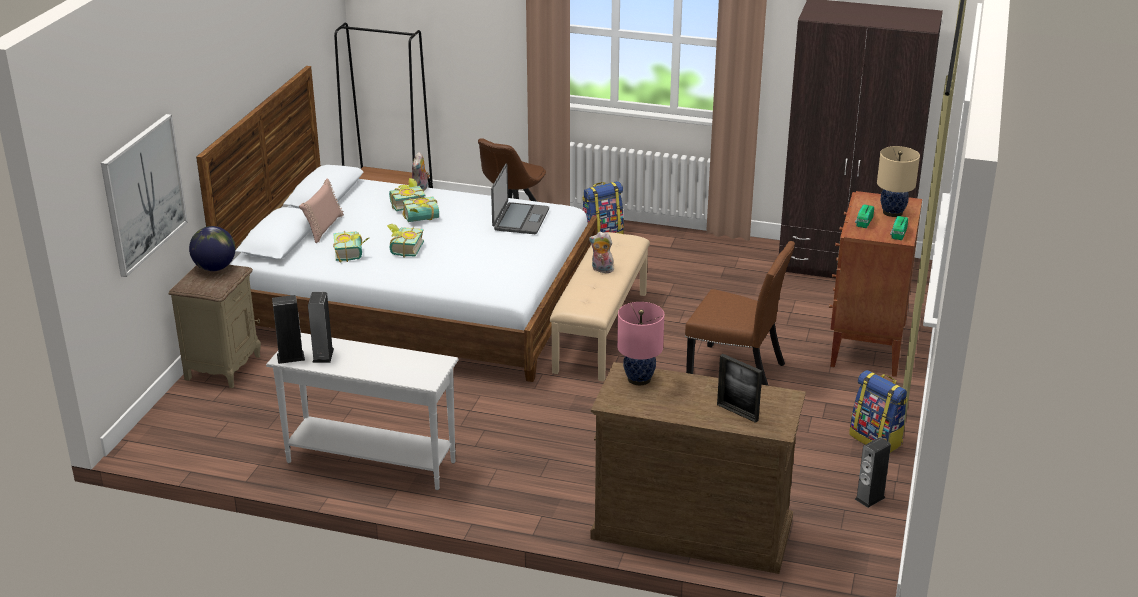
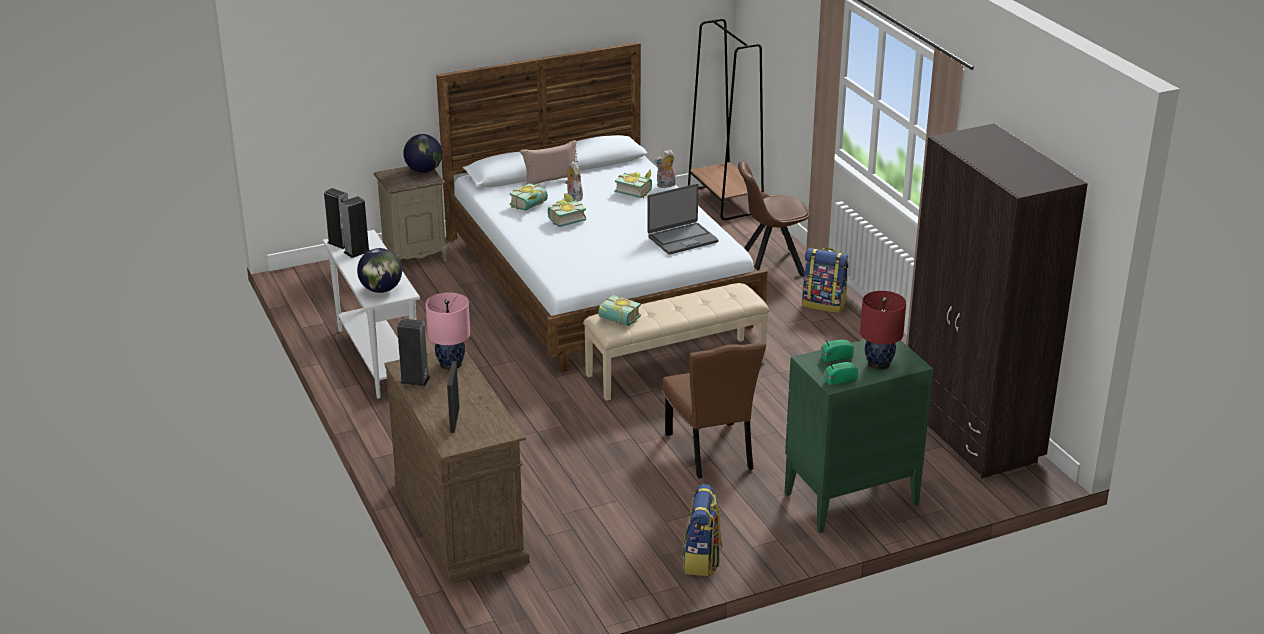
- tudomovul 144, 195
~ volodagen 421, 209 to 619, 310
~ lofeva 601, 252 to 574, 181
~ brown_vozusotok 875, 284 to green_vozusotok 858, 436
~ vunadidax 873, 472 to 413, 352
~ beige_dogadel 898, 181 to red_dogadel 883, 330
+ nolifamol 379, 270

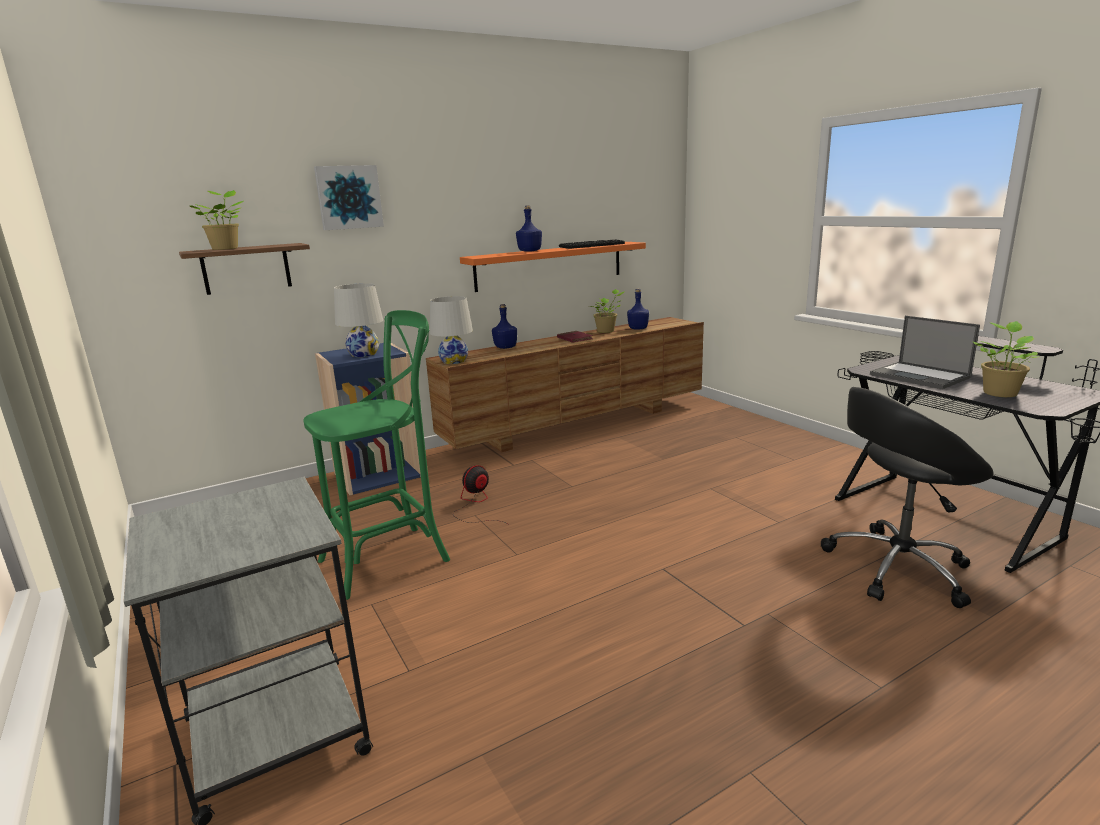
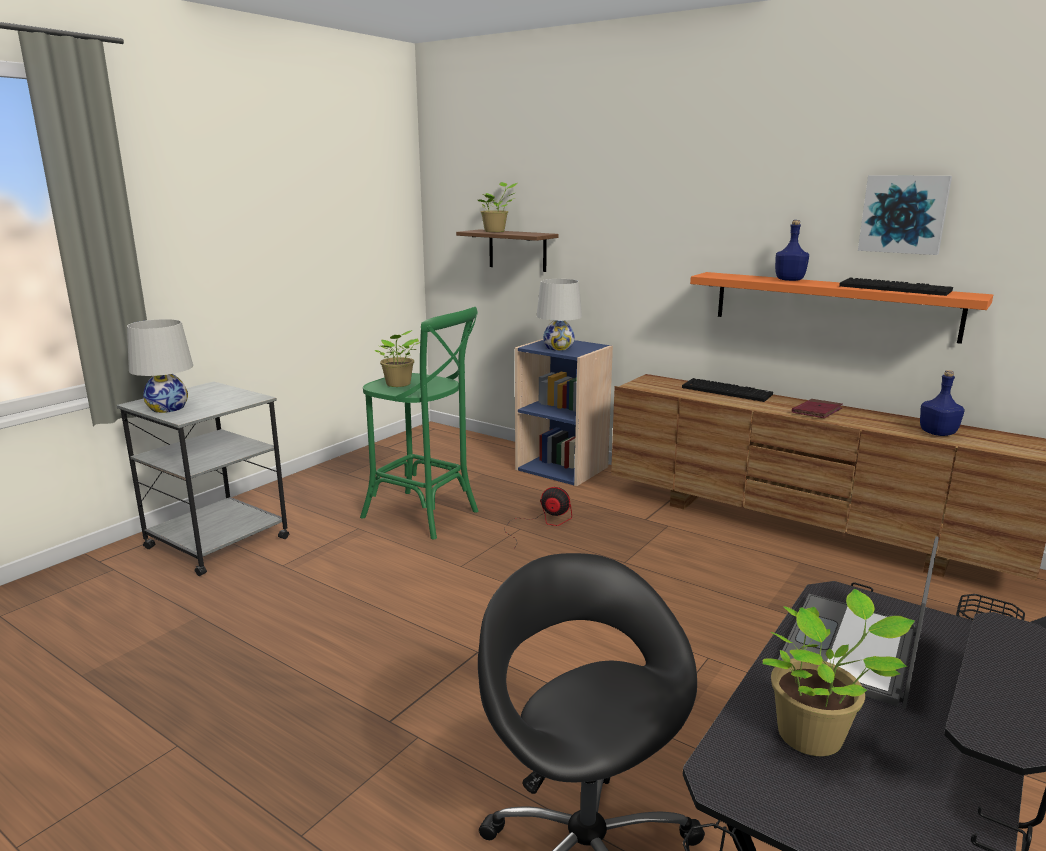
~ tudomovul 349, 197 to 905, 215
~ white_dogadel 451, 330 to 160, 366
~ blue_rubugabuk 504, 326 to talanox 727, 390
~ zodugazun 606, 311 to 397, 358

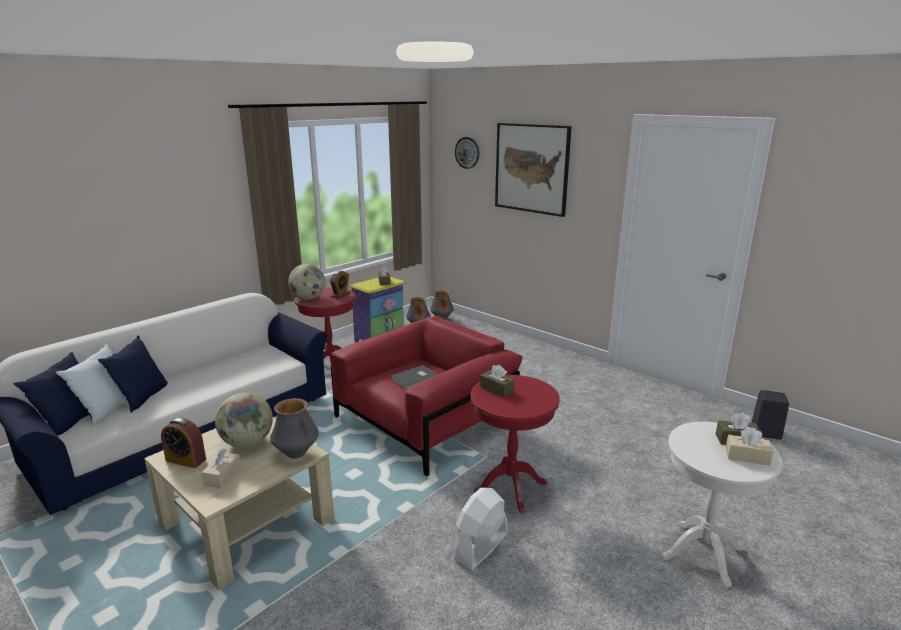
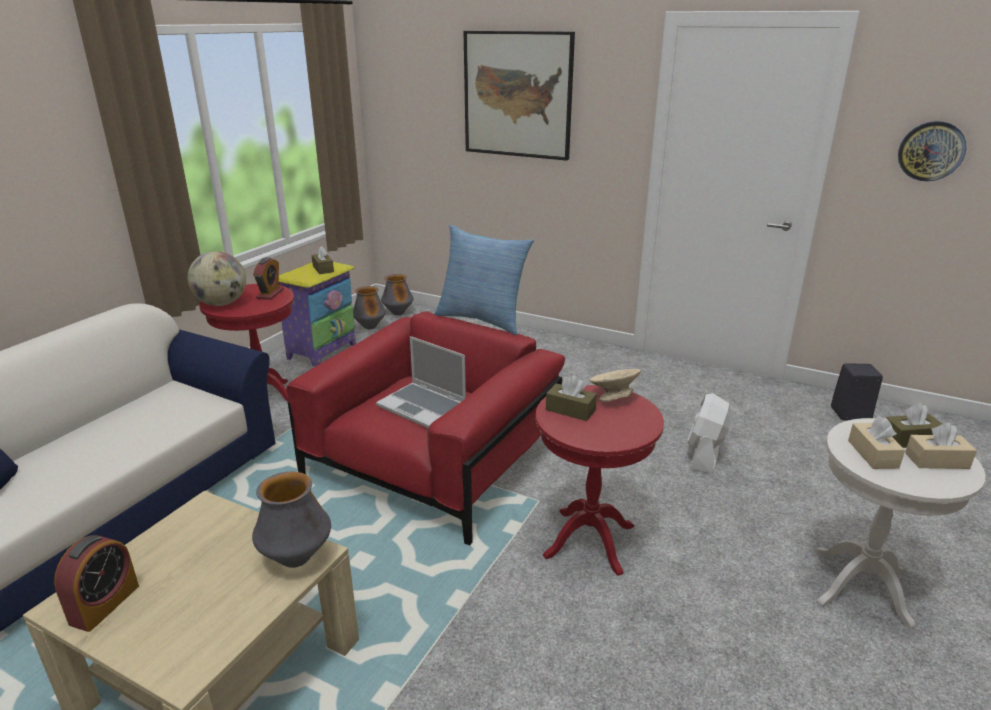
~ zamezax 183, 443 = 96, 583 75 degrees counterclockwise
~ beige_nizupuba 221, 468 to 876, 442
- nolifamol 244, 420
~ grey_volodagen 414, 377 to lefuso 421, 382
~ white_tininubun 481, 529 to 709, 433
~ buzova 467, 153 to 932, 151
+ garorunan 484, 280
+ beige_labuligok 615, 385

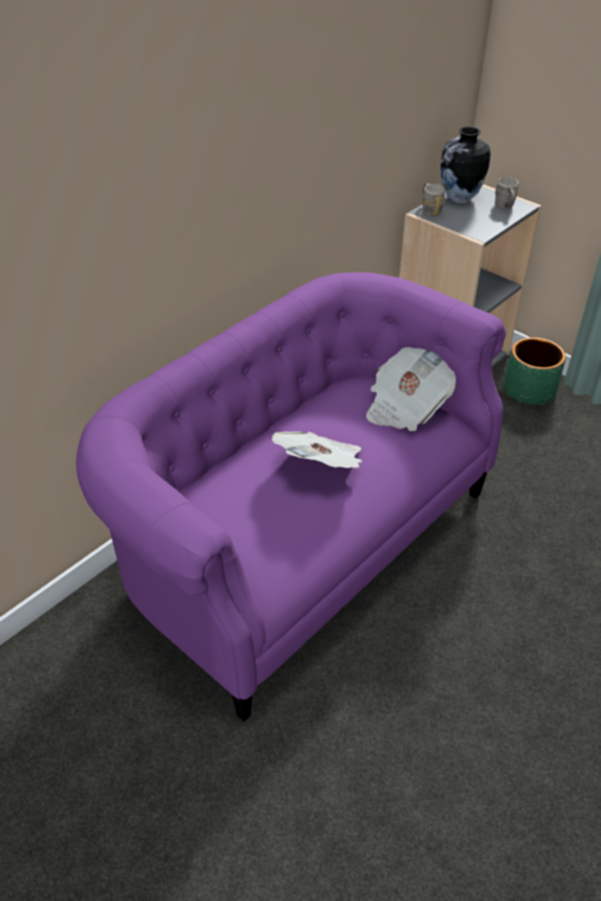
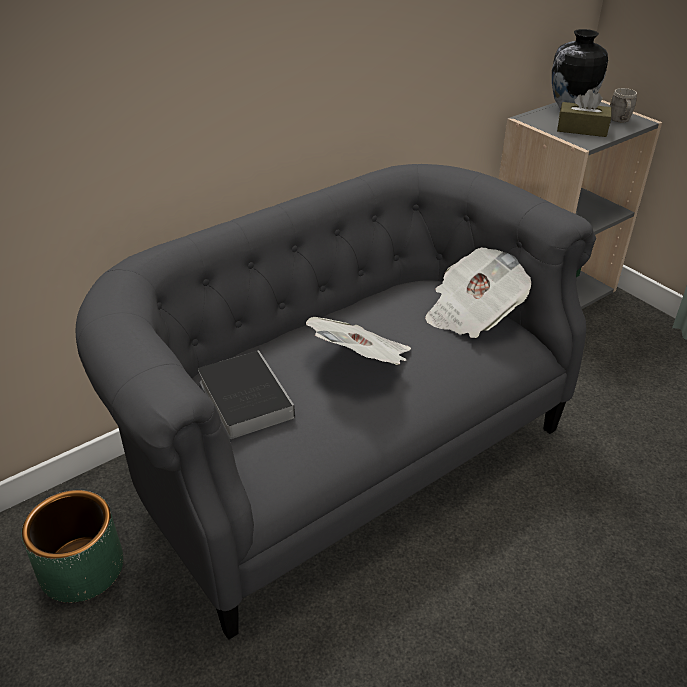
~ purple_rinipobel 291, 497 to grey_rinipobel 336, 402
- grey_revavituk 434, 199
~ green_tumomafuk 534, 371 to 72, 546
+ volodagen 246, 394
+ brown_nizupuba 584, 113

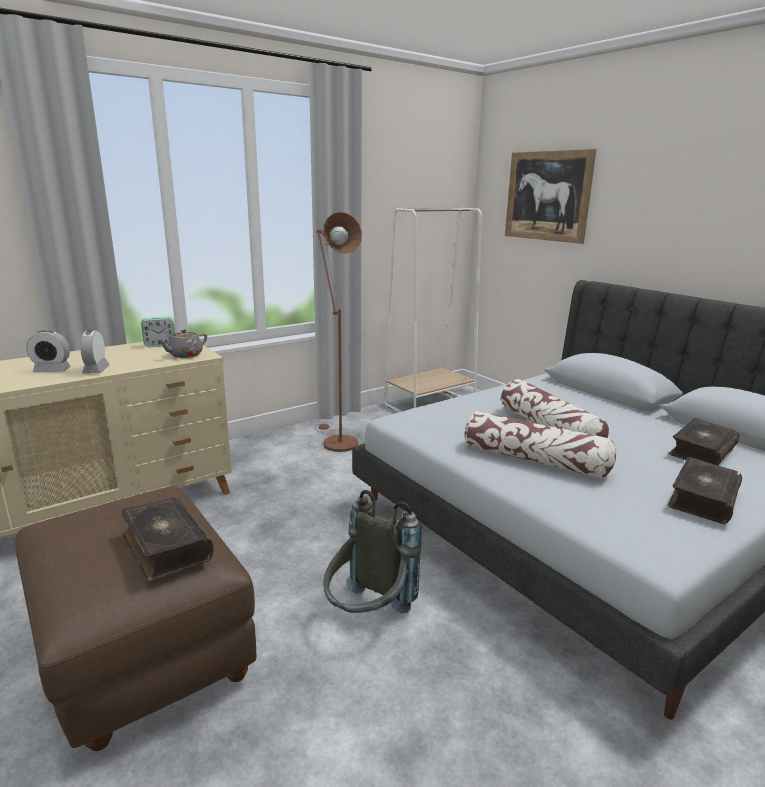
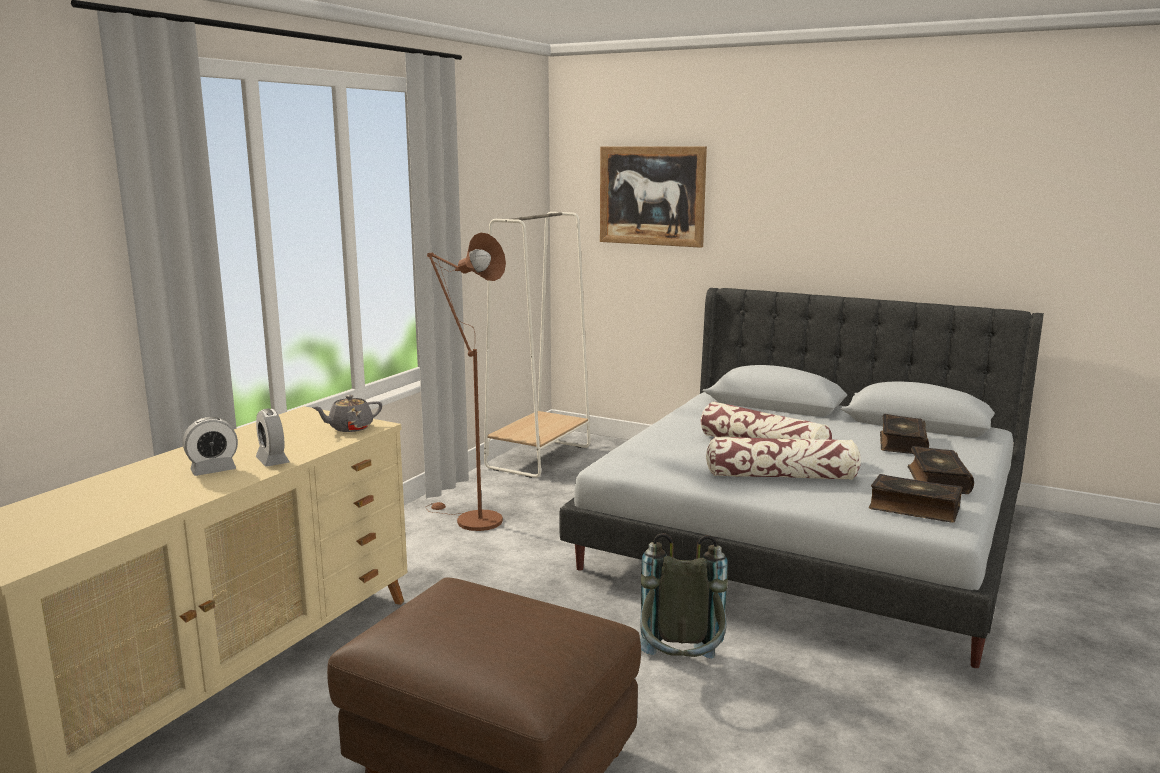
~ volodagen 167, 539 to 916, 498
- zamezax 157, 332
~ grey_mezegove 182, 343 = 347, 413 45 degrees clockwise

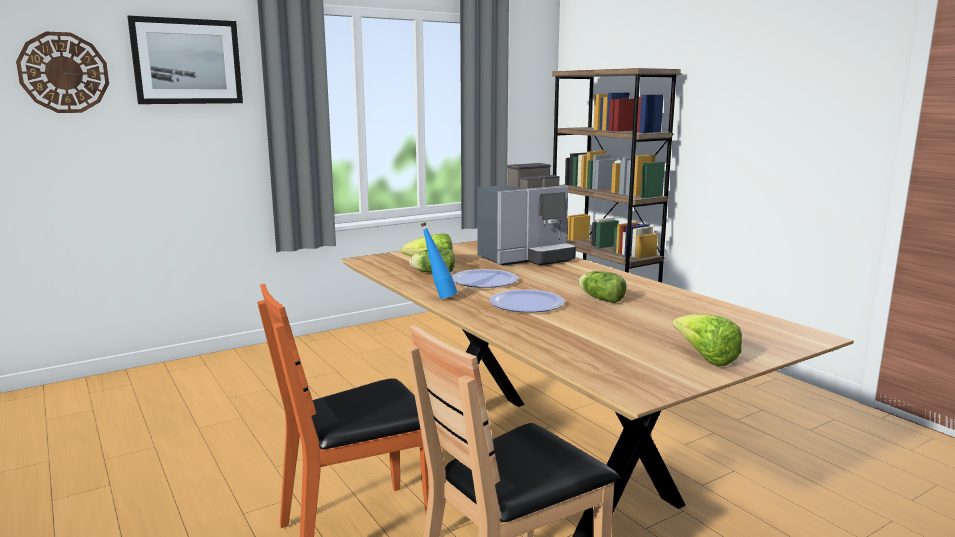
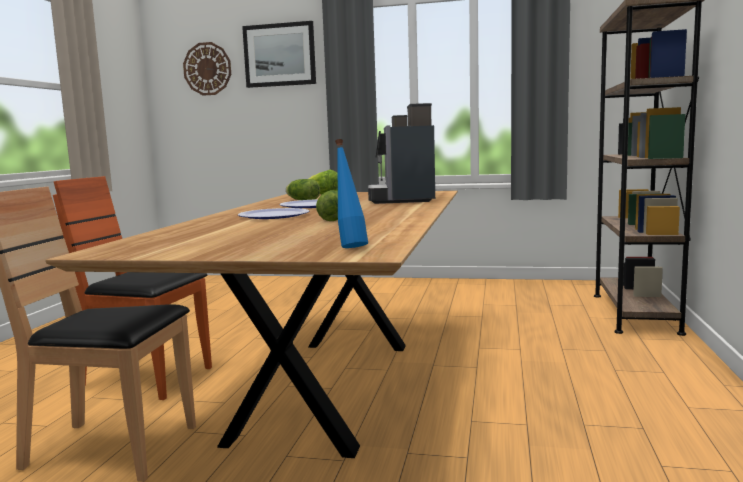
~ blue_rubugabuk 439, 260 to 351, 193
~ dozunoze 526, 214 = 401, 153 75 degrees clockwise
- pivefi 707, 340

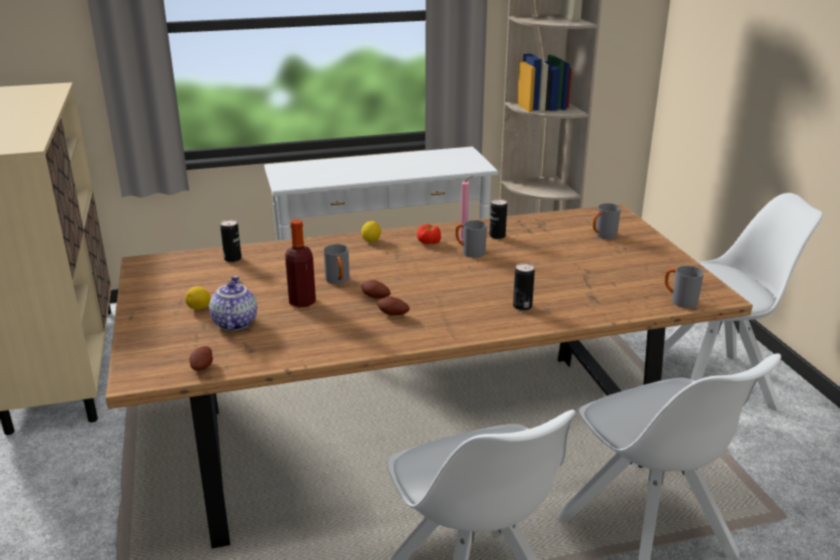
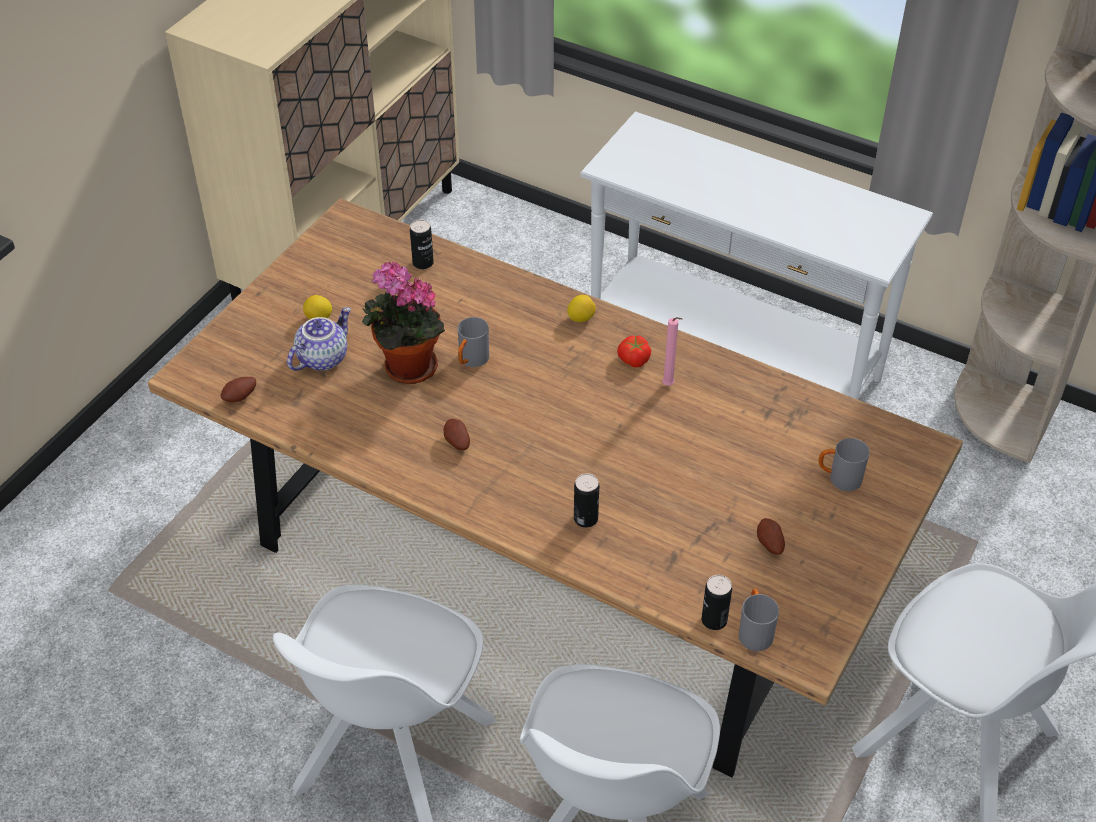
~ rubugabuk 300, 263 to zodugazun 403, 322
~ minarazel 376, 289 to 771, 536
- grey_revavituk 471, 239
~ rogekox 498, 219 to 717, 602

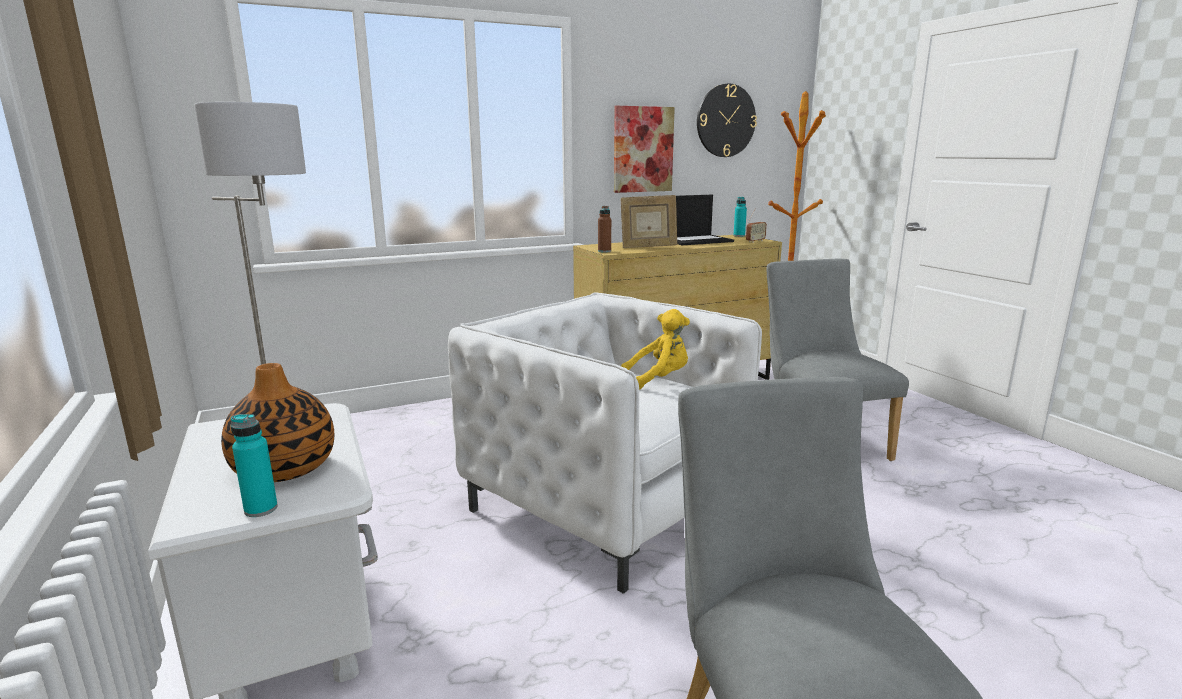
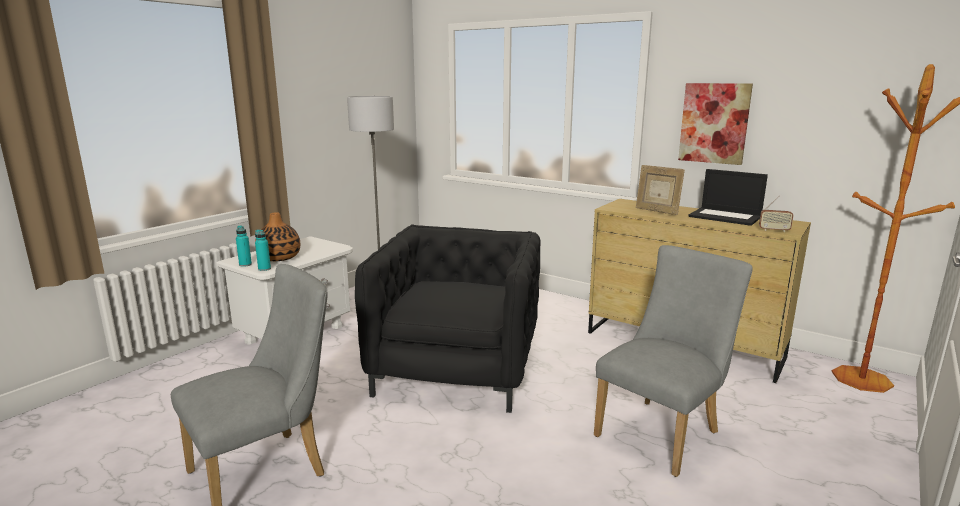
~ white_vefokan 605, 443 to black_vefokan 448, 318
- brown_rubugabuk 604, 229
- yellow_lofeva 655, 349
- buzova 727, 120
~ turquoise_rubugabuk 740, 217 to 263, 250

